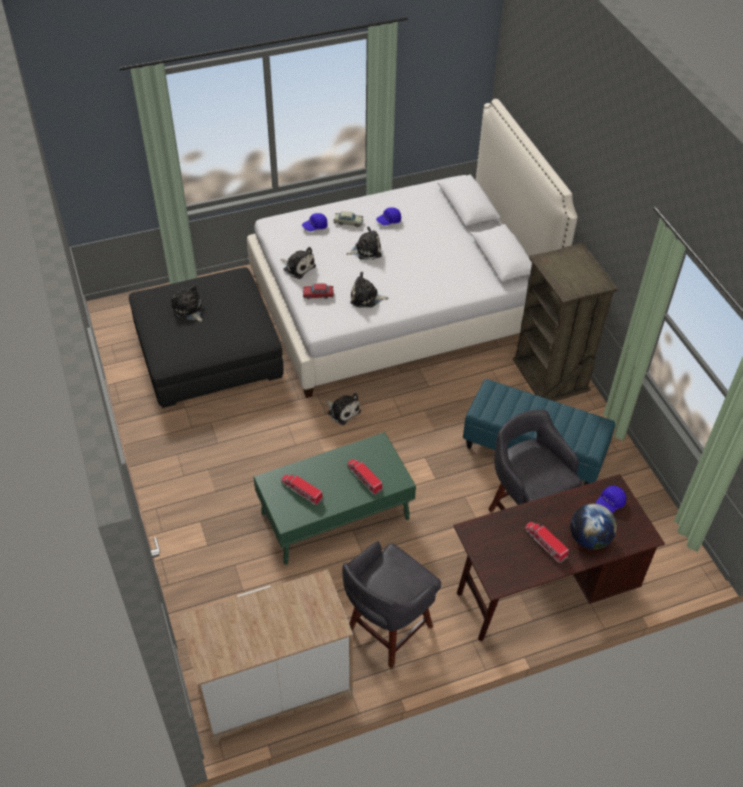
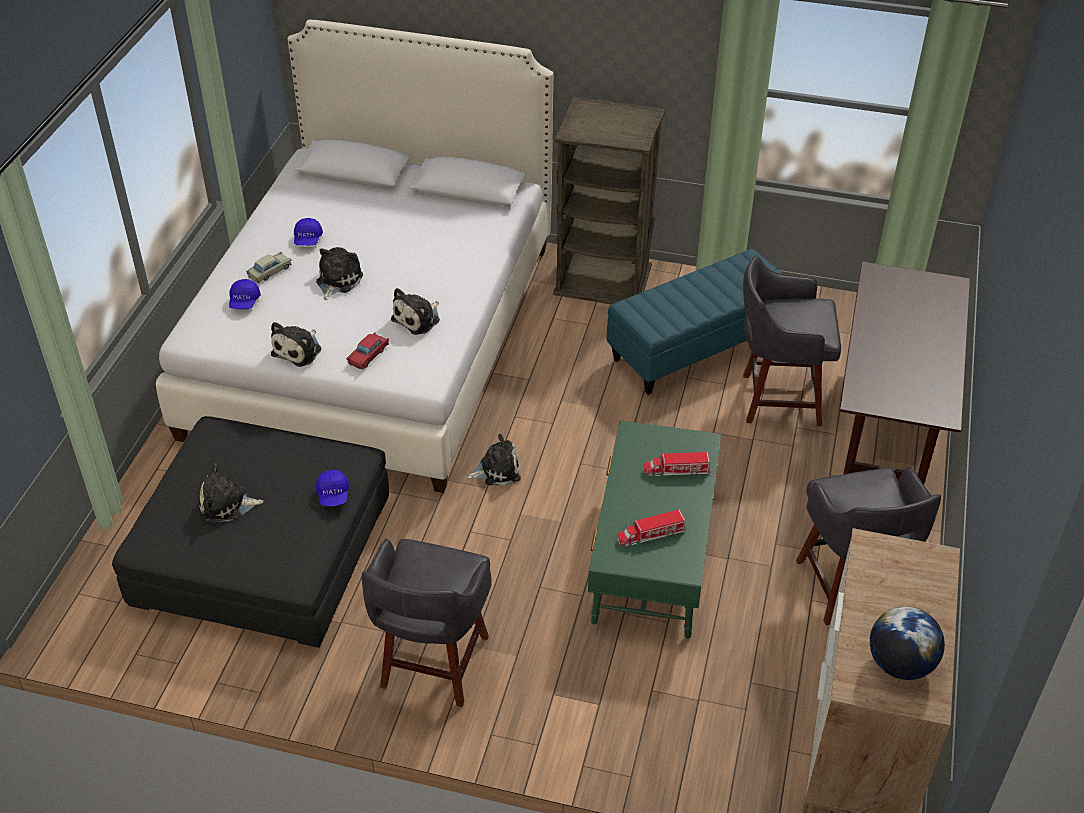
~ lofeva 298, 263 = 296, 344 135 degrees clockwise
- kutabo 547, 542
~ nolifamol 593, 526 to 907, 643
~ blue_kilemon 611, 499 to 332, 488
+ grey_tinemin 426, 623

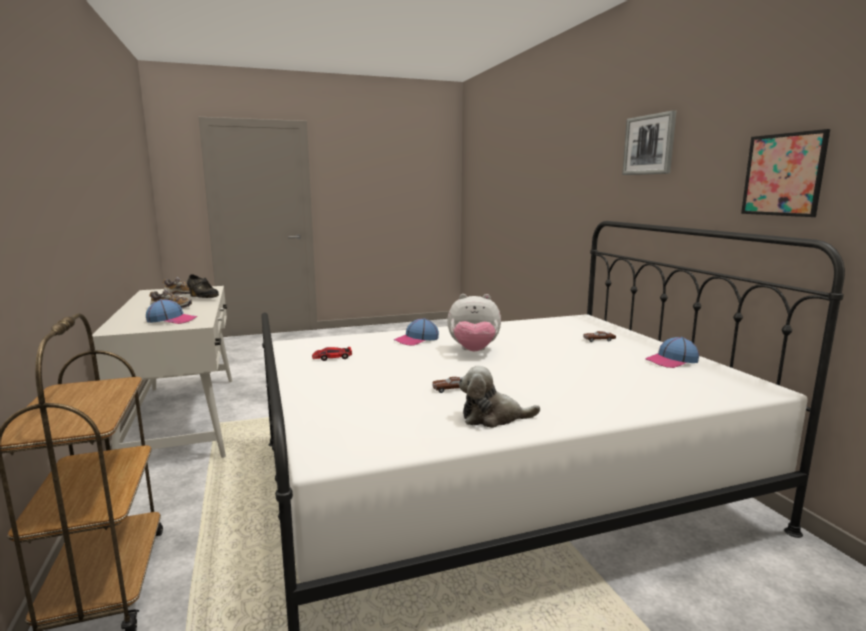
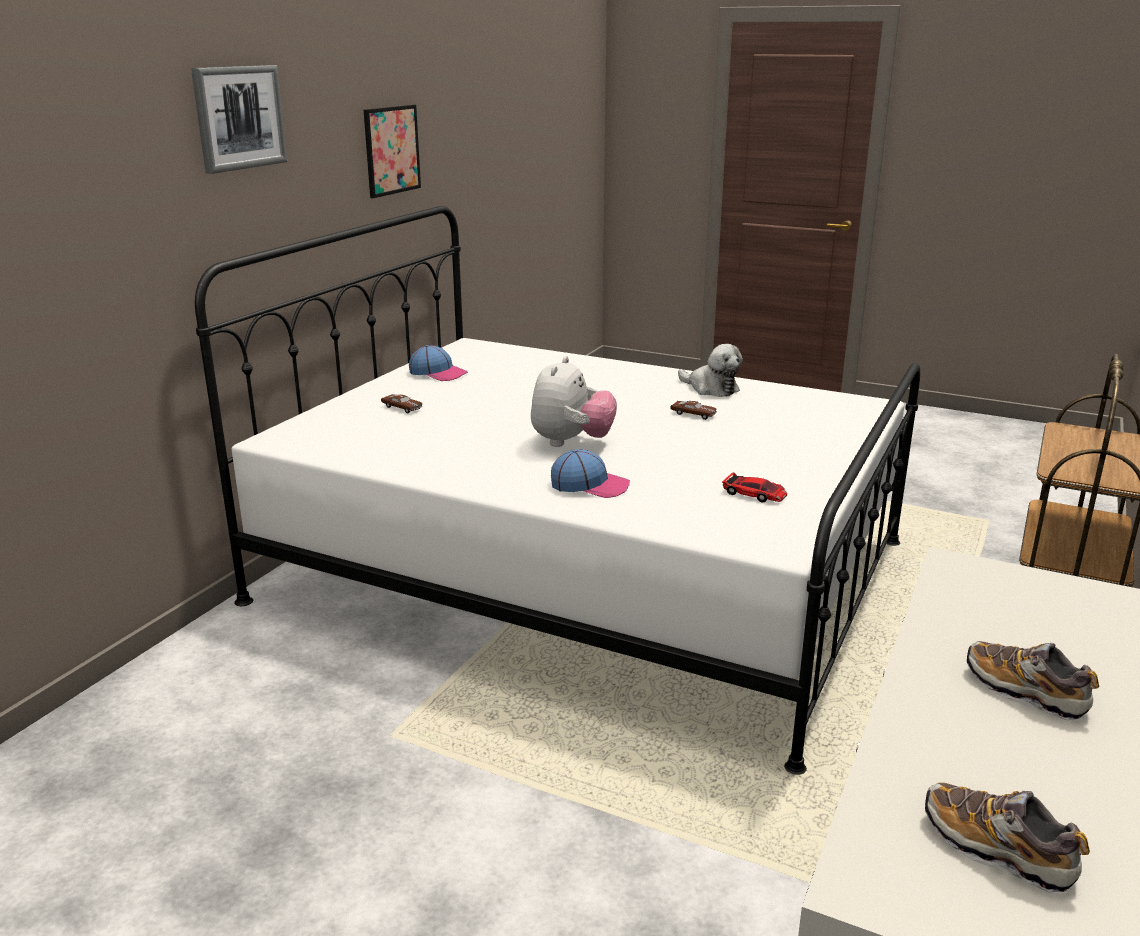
- kilemon 172, 311
- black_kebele 203, 286
~ lofeva 474, 322 = 574, 401 60 degrees clockwise

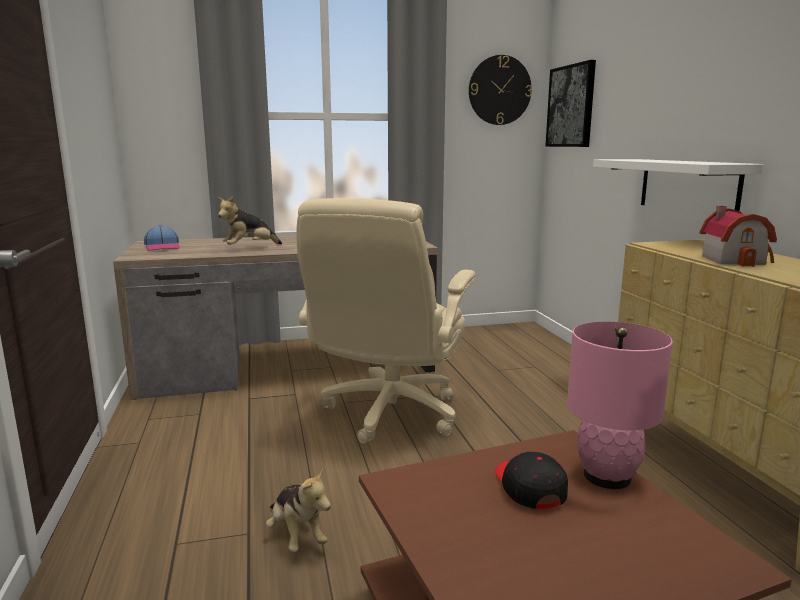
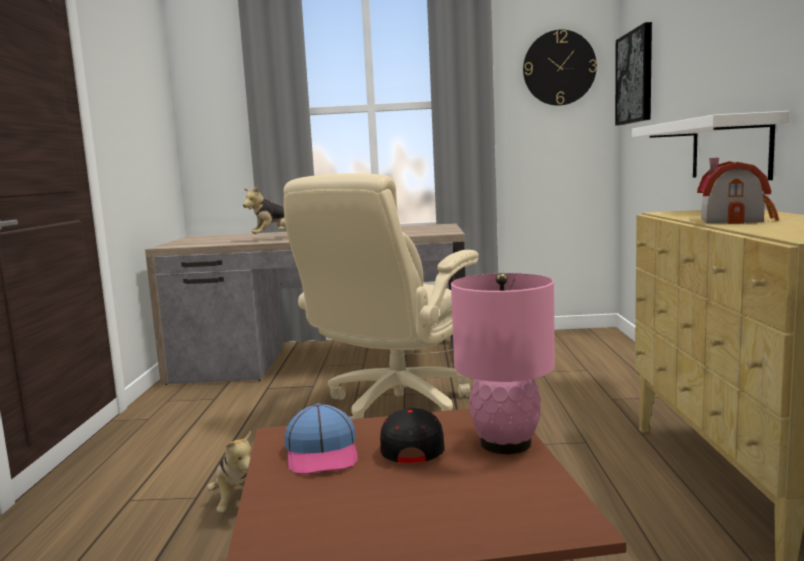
~ kilemon 162, 238 to 321, 438

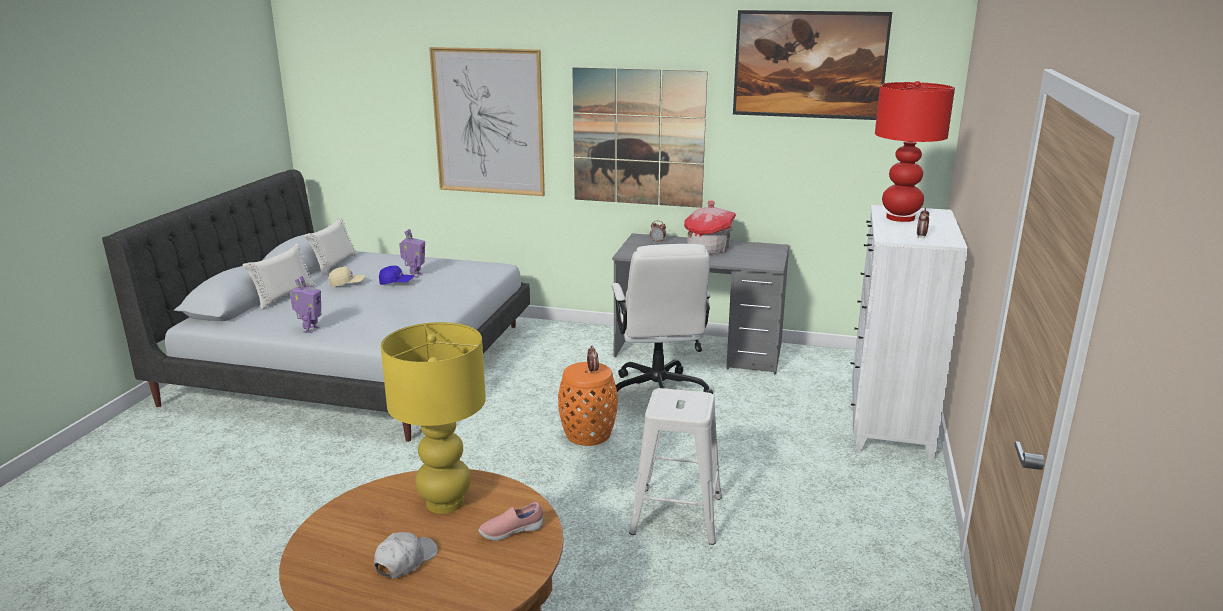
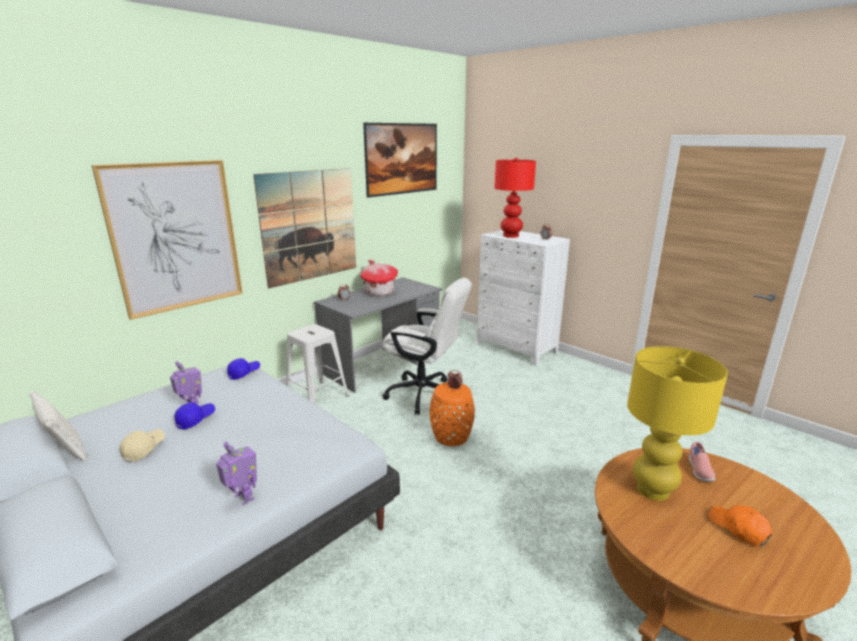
- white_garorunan 279, 277
~ white_kilemon 406, 555 to orange_kilemon 740, 526
~ white_tinemin 675, 466 to 317, 364
+ blue_kilemon 243, 369

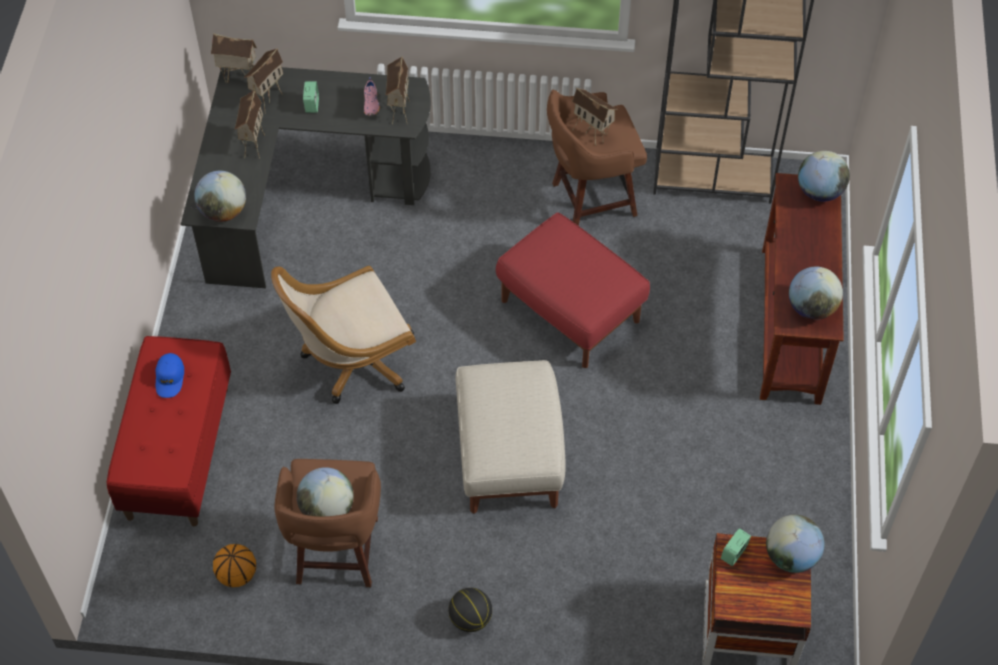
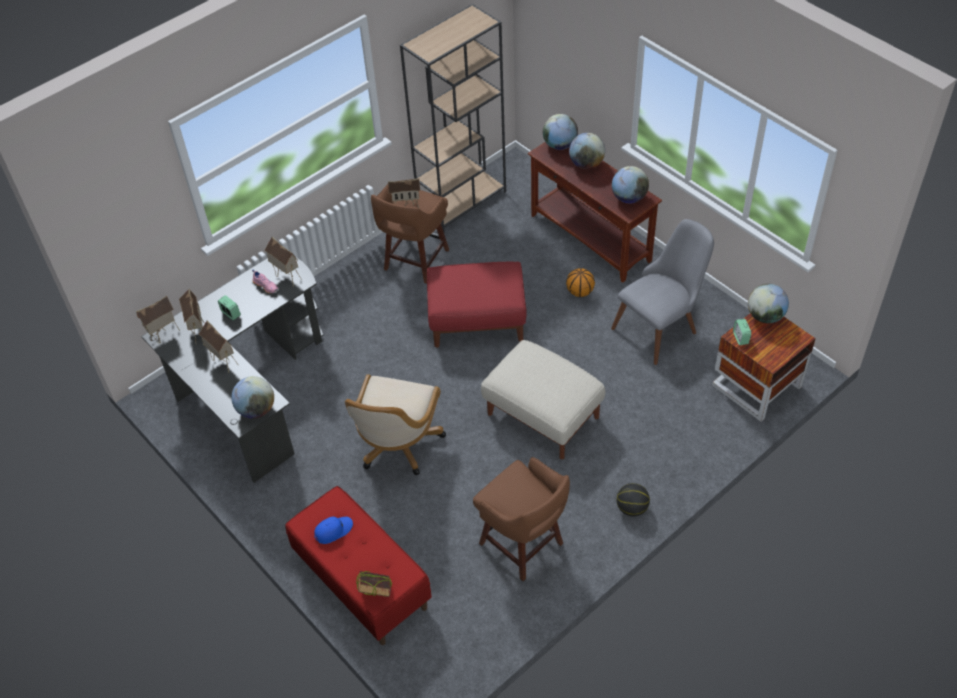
~ blue_kilemon 170, 375 = 333, 530 75 degrees counterclockwise
~ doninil 234, 565 to 580, 282
~ nolifamol 325, 492 to 587, 151
+ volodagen 374, 584
+ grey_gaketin 662, 292

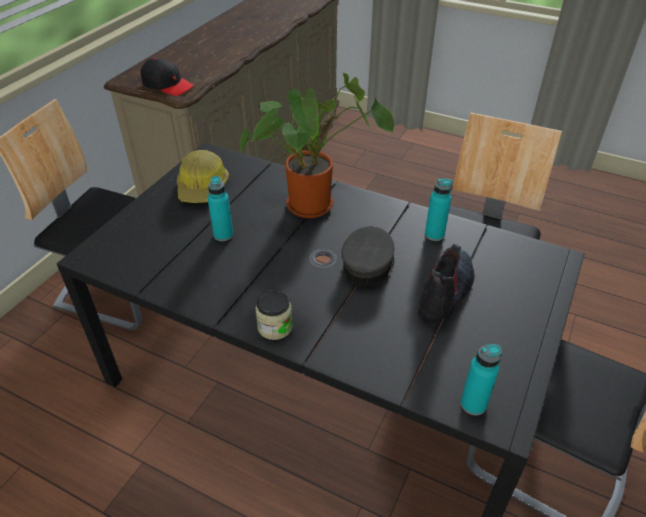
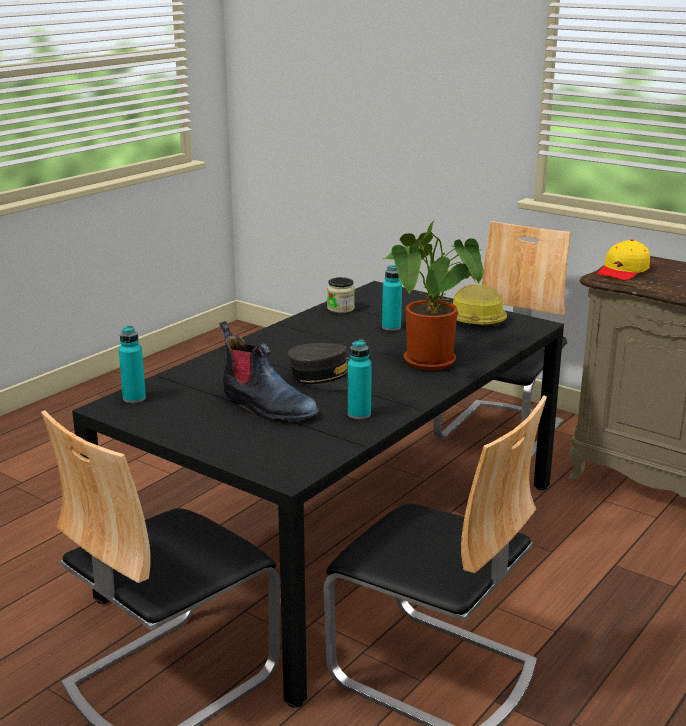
~ black_kilemon 167, 77 to yellow_kilemon 623, 260
~ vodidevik 274, 315 to 341, 295

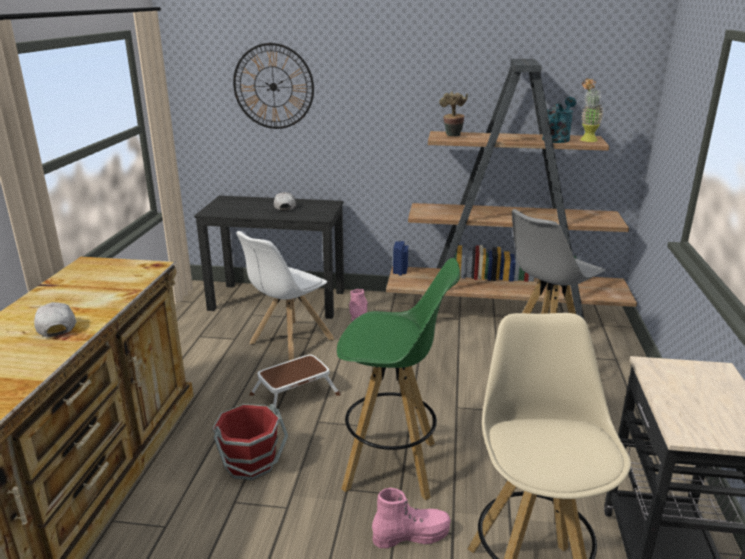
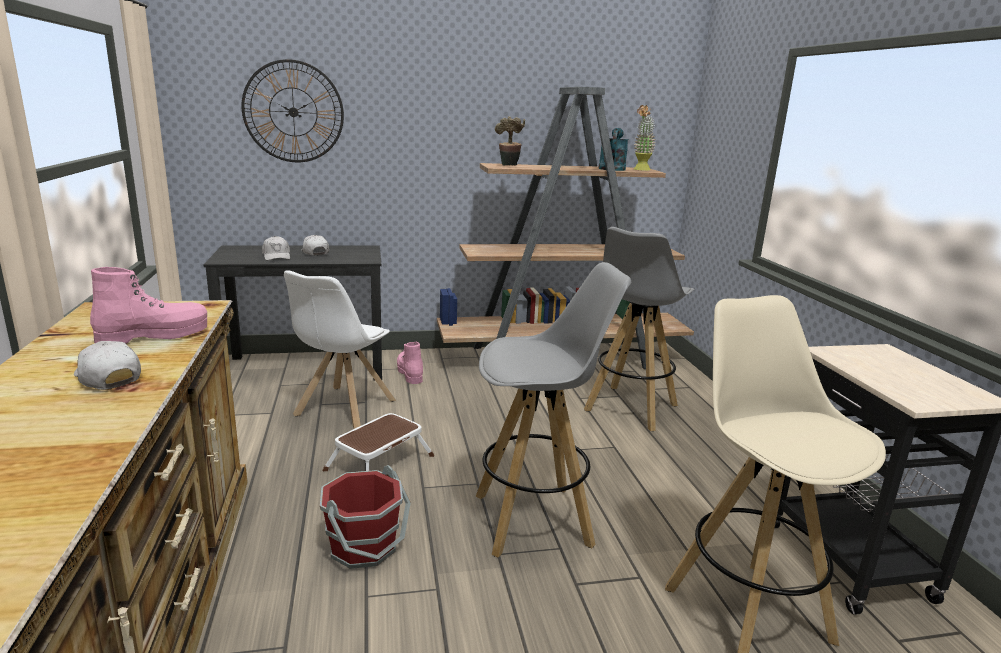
~ green_tinemin 398, 379 to grey_tinemin 553, 409
~ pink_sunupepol 411, 518 to 148, 305
+ white_kilemon 276, 248

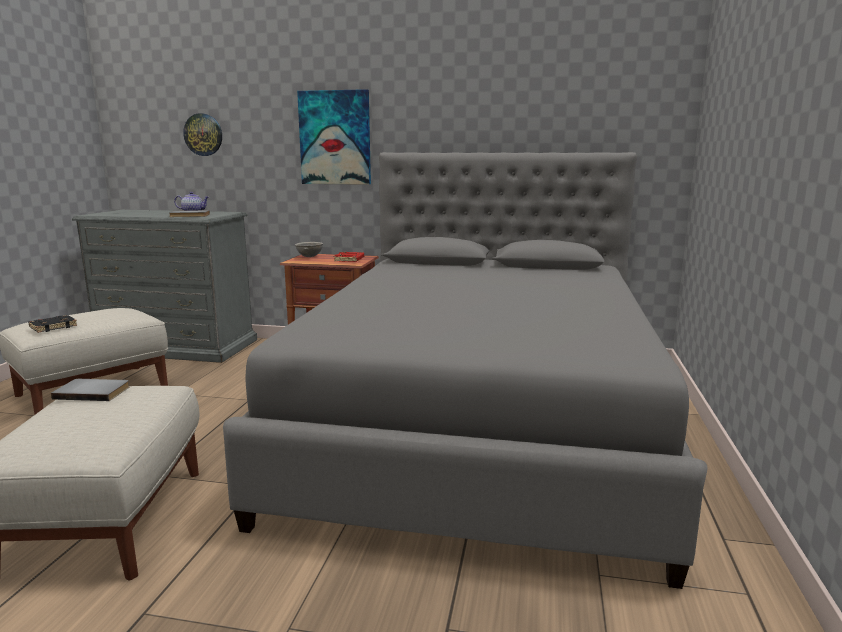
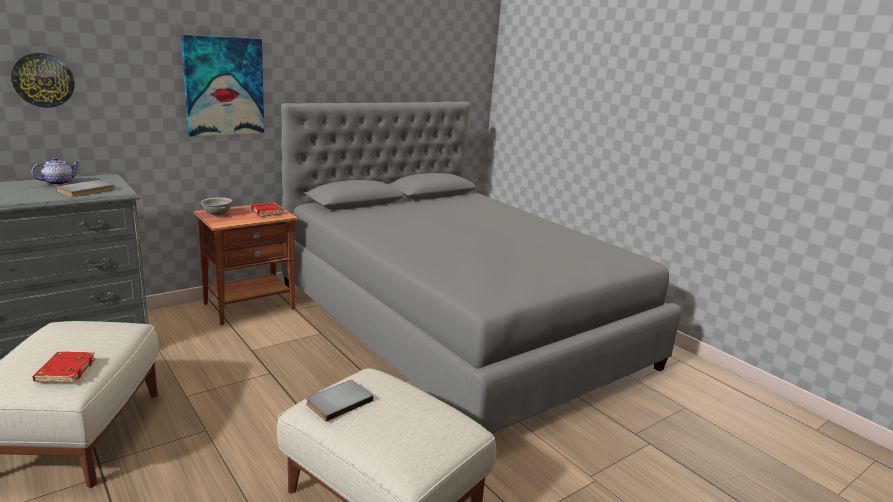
~ black_volodagen 52, 324 to red_volodagen 64, 367

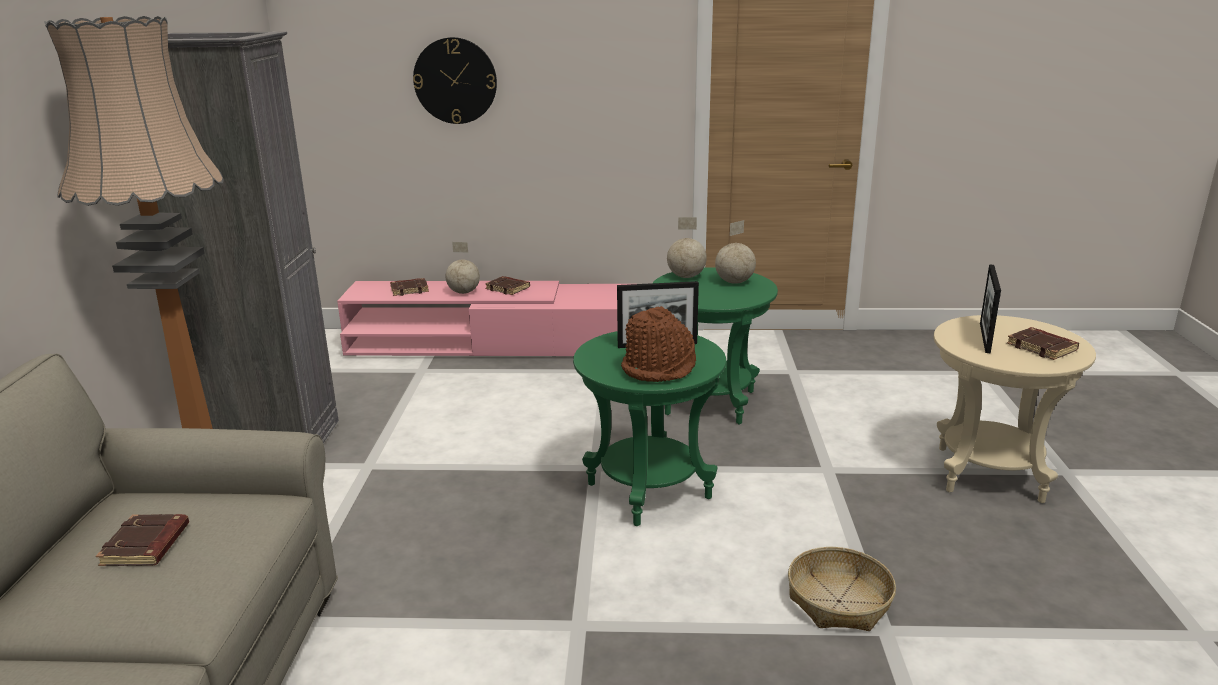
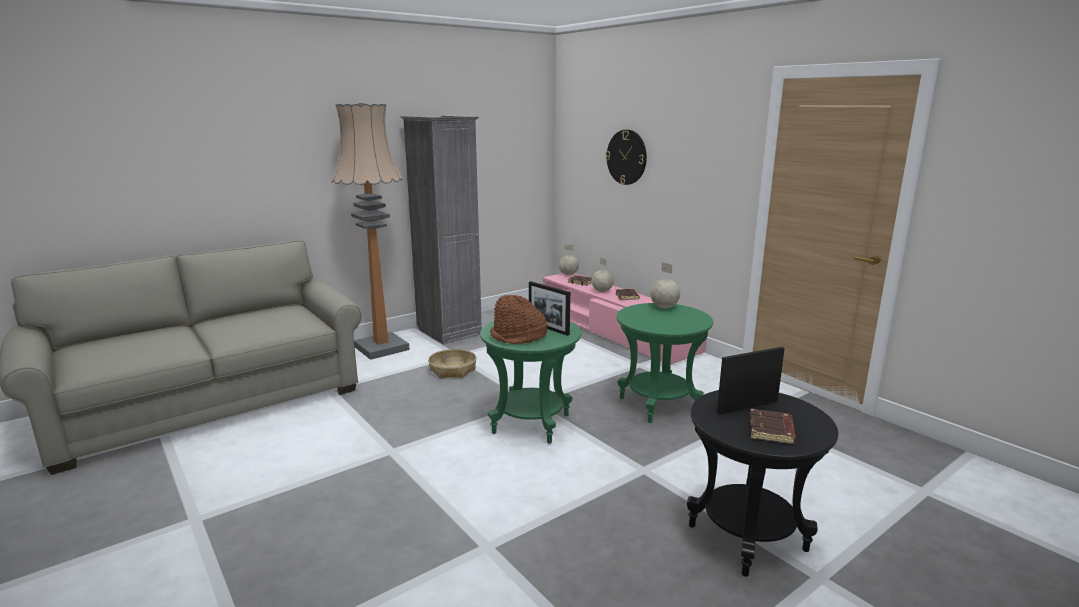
- brown_volodagen 142, 540
~ nolifamol 735, 252 to 569, 259
~ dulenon 842, 589 to 452, 363
~ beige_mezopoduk 1015, 409 to black_mezopoduk 762, 483

